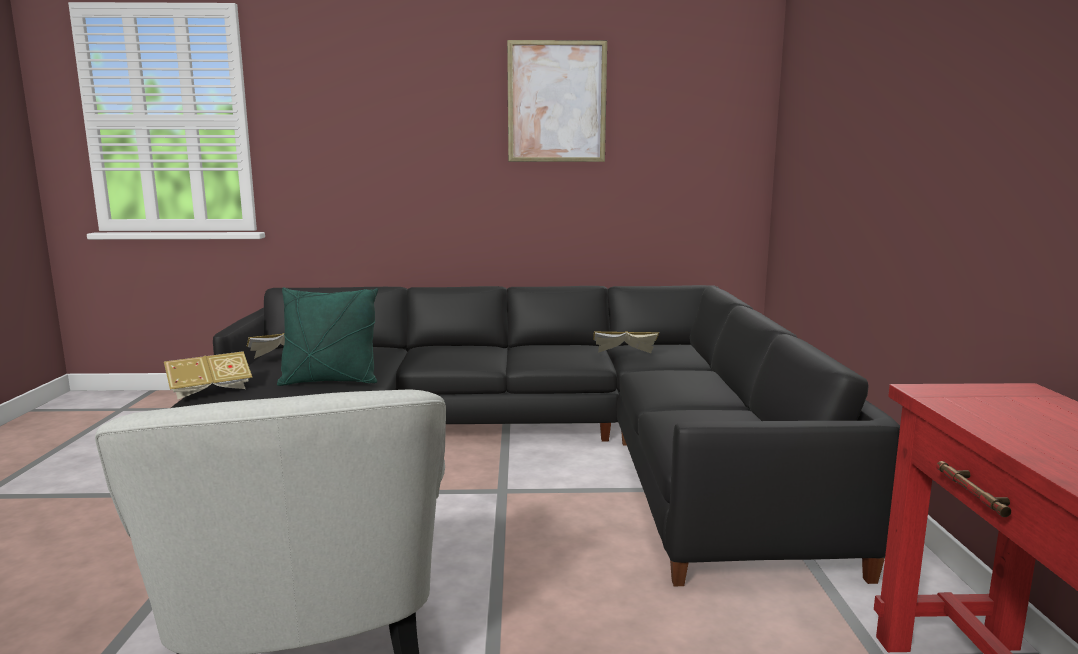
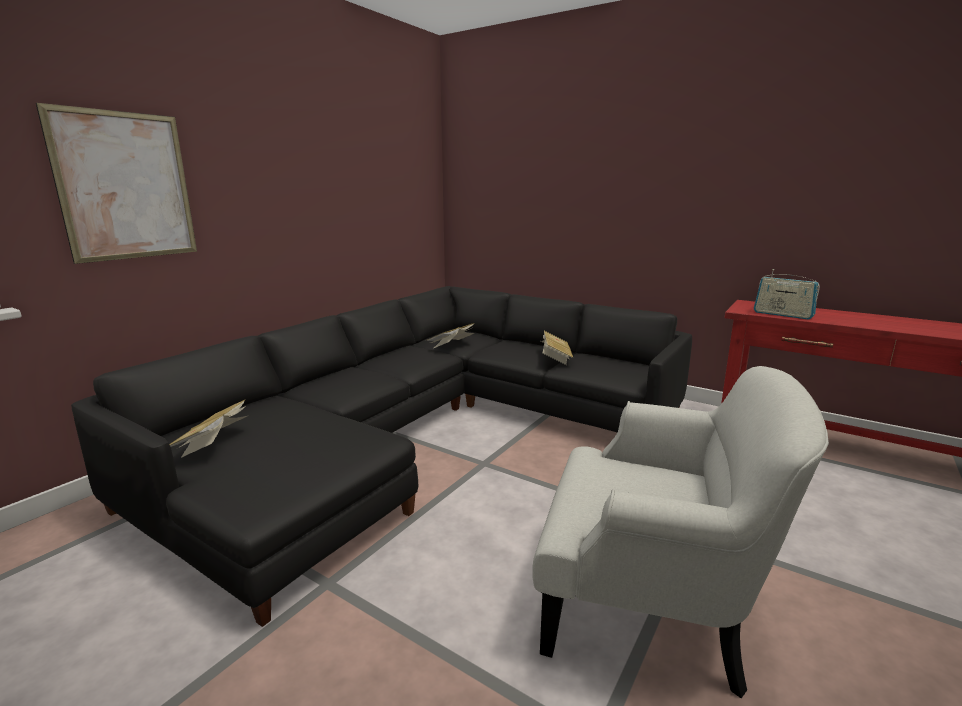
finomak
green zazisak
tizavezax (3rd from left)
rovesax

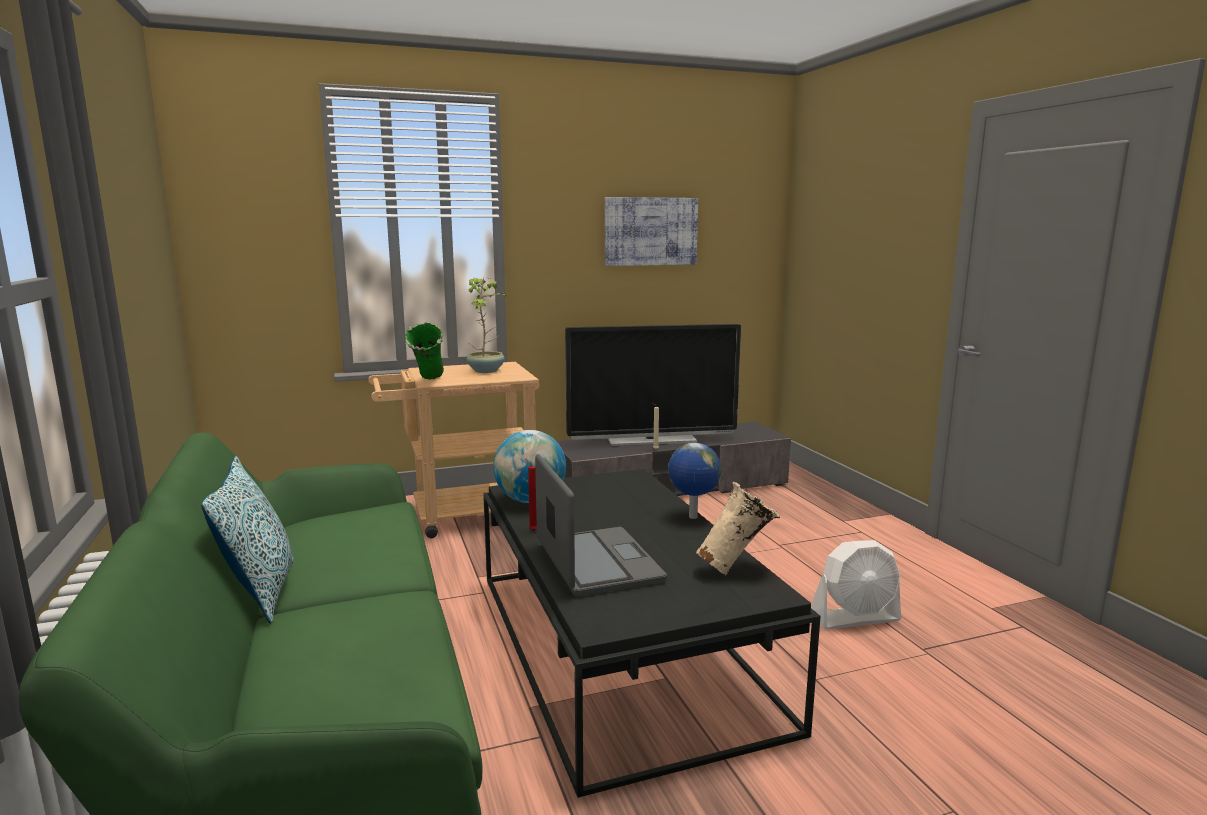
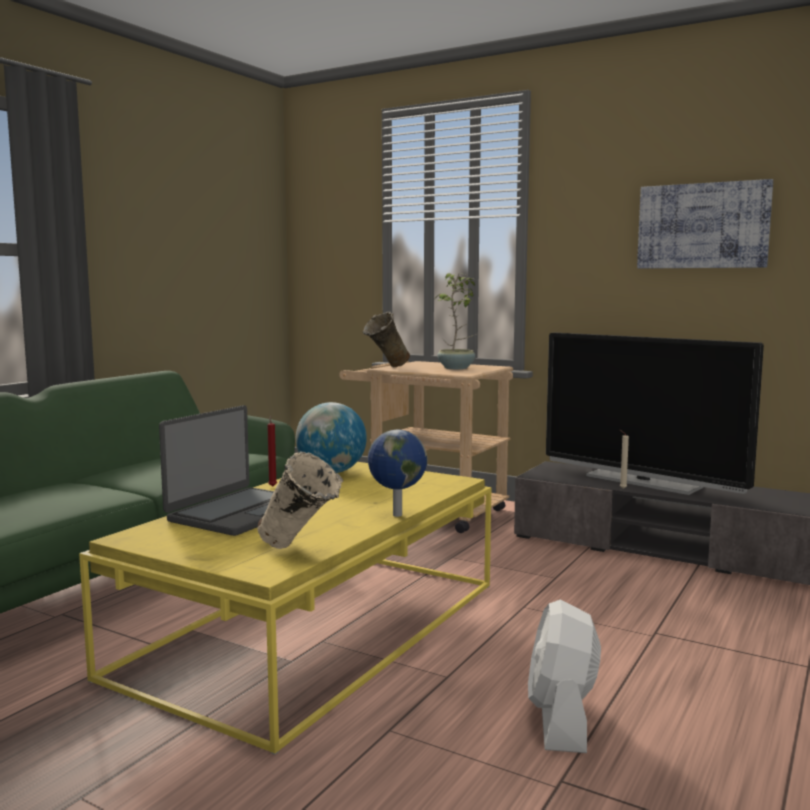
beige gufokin (2nd from left)
zazisak
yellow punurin
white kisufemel

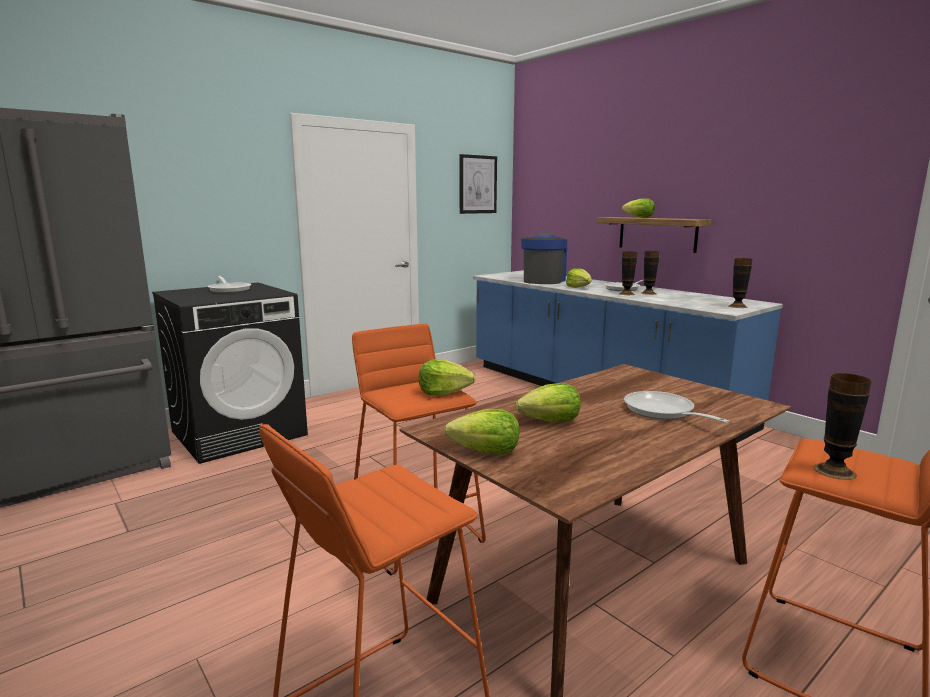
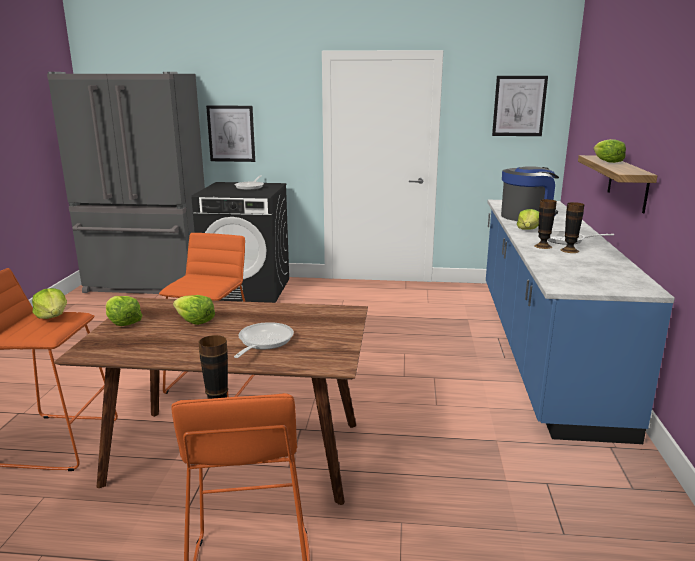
gufokin (3rd from left in the first image)
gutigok (1st from left)
finomak (1st from left)

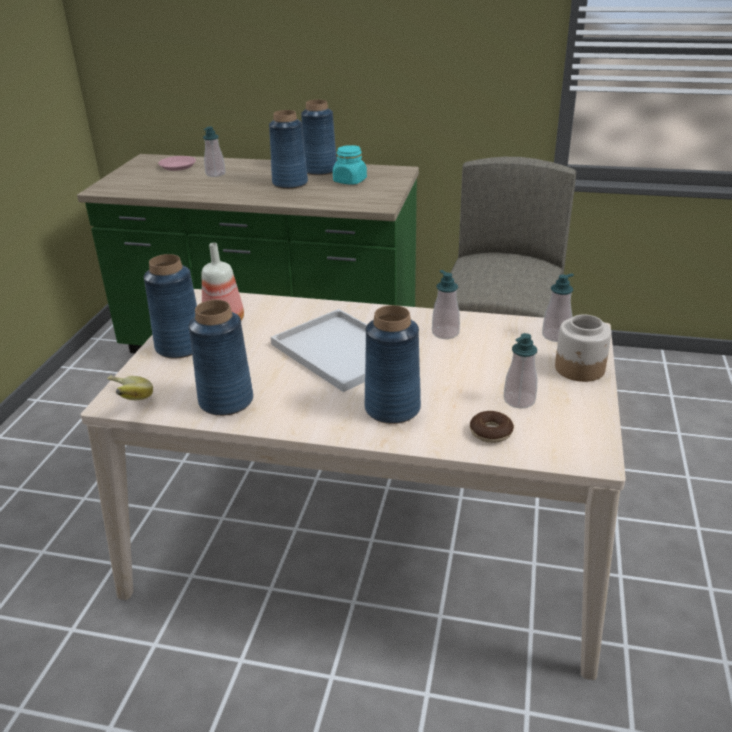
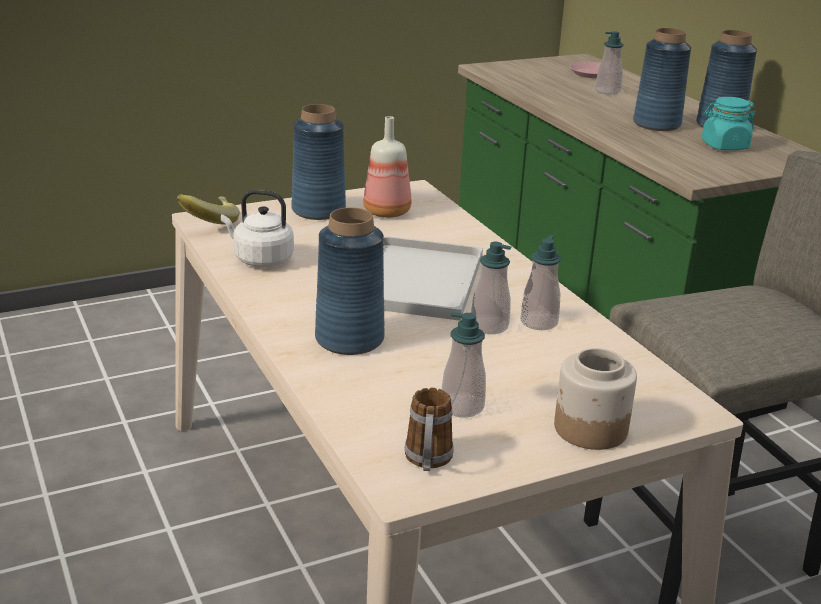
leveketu (2nd from left)
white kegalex
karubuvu
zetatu

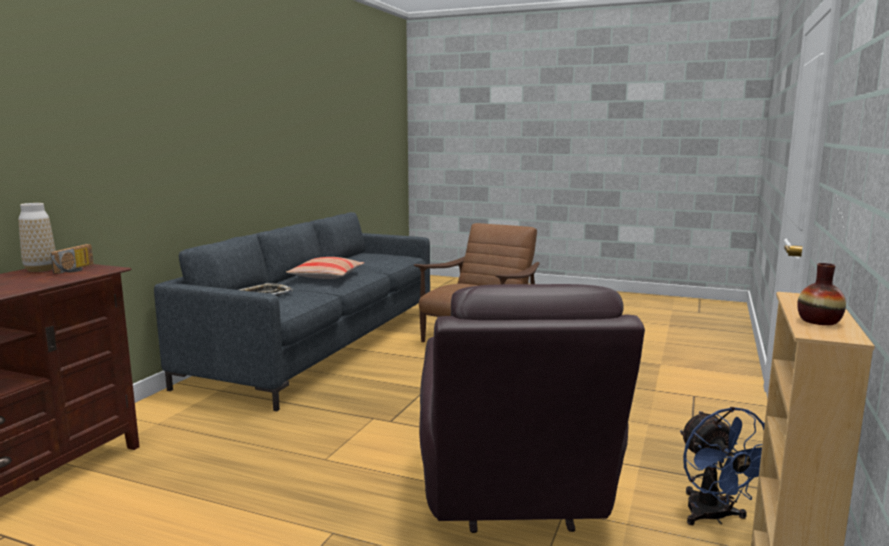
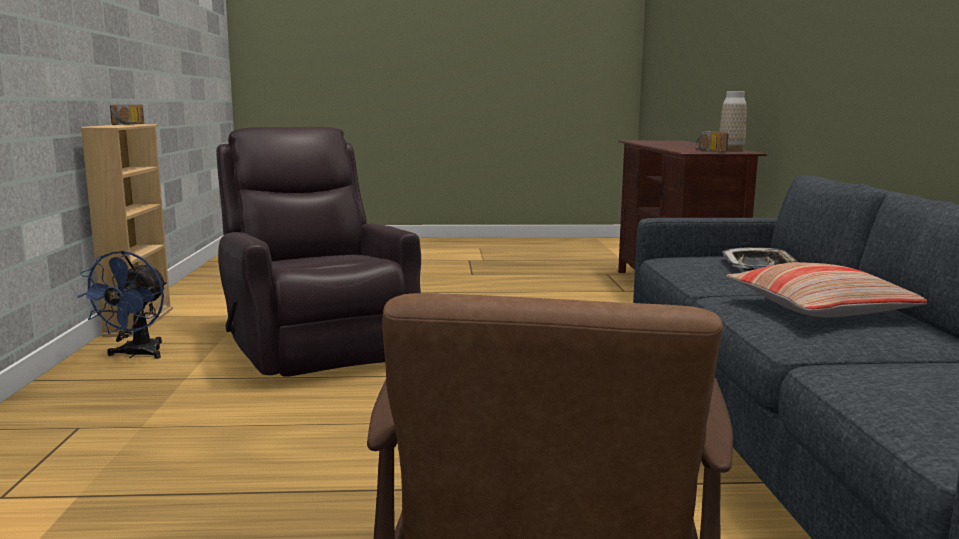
rovesax (1st from left)
blue kisufemel

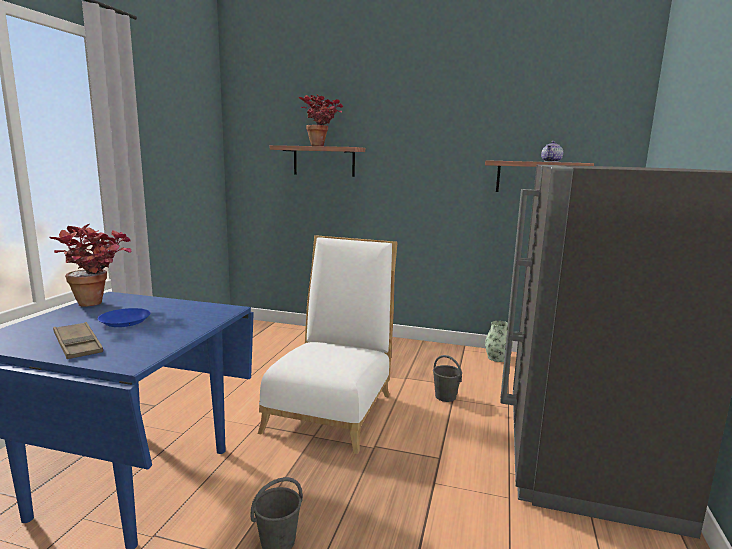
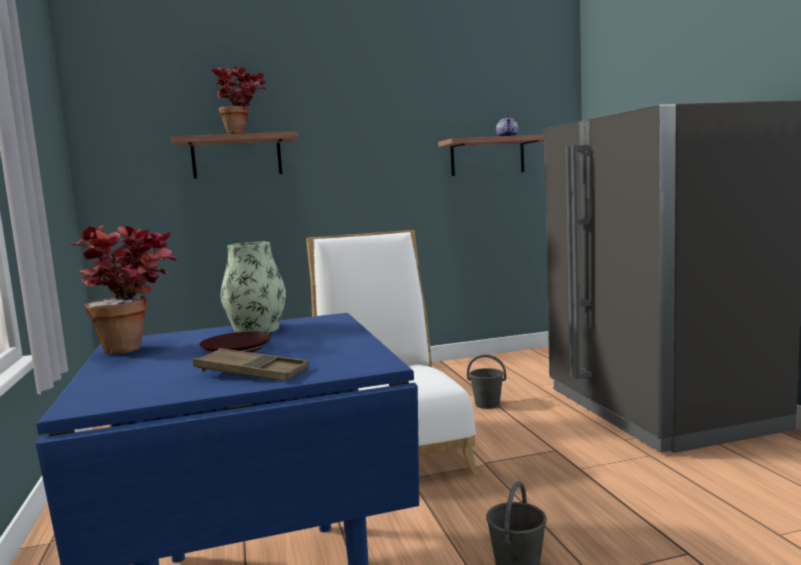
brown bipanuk
gufokin

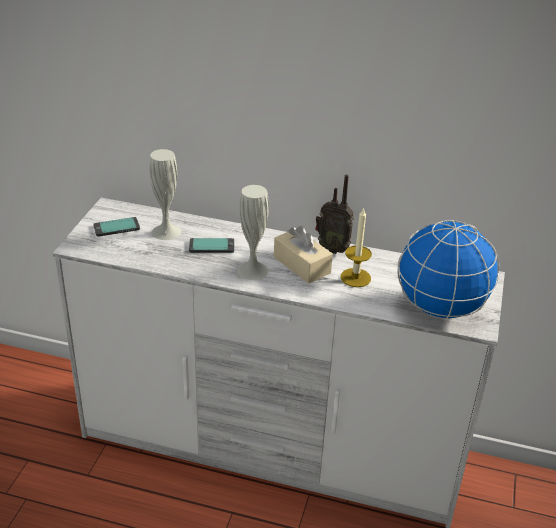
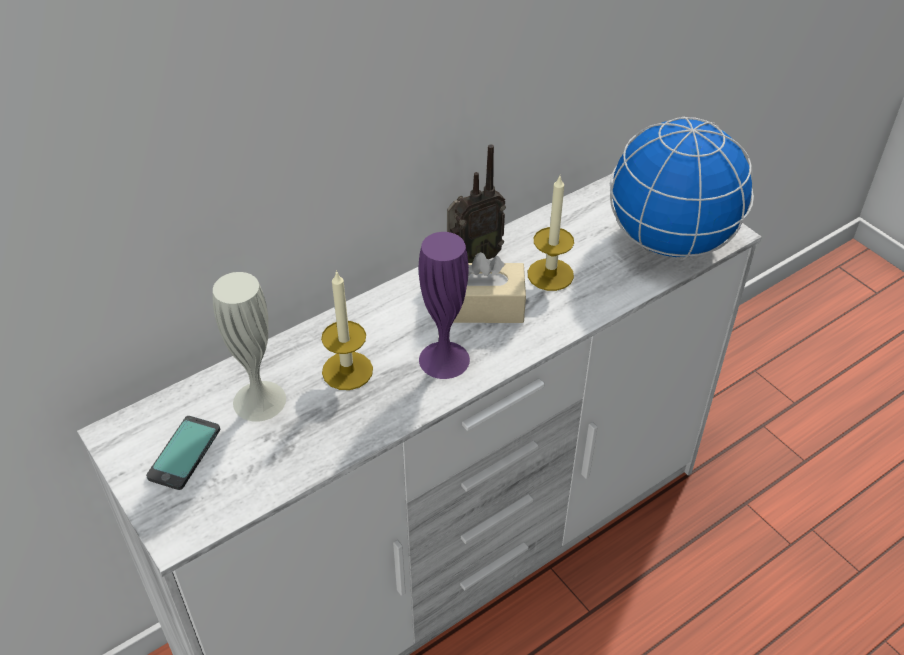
purple gufokin
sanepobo (1st from left)

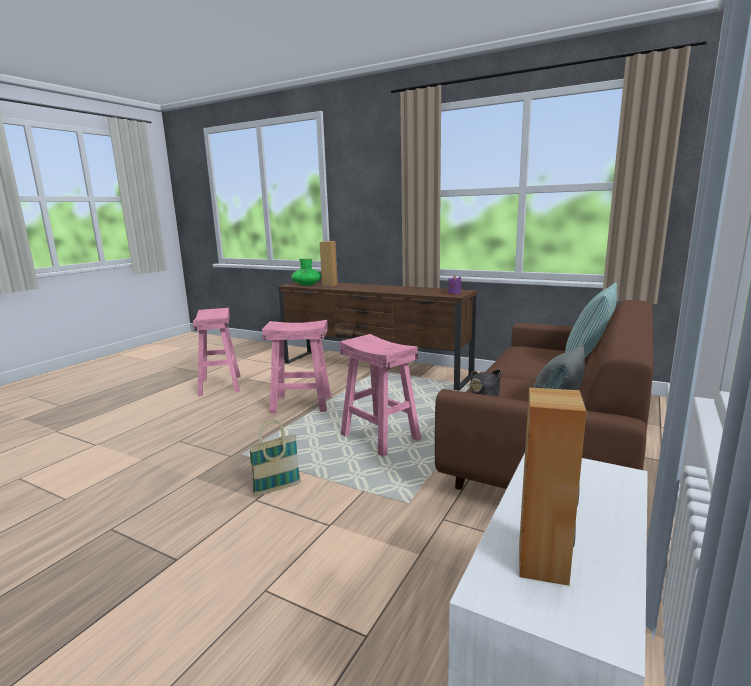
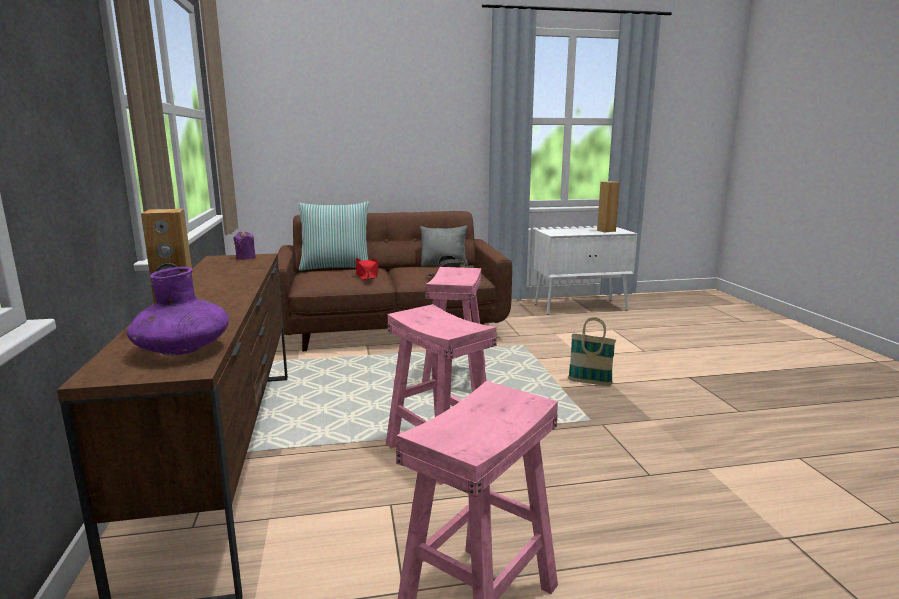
purple gufokin
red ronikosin

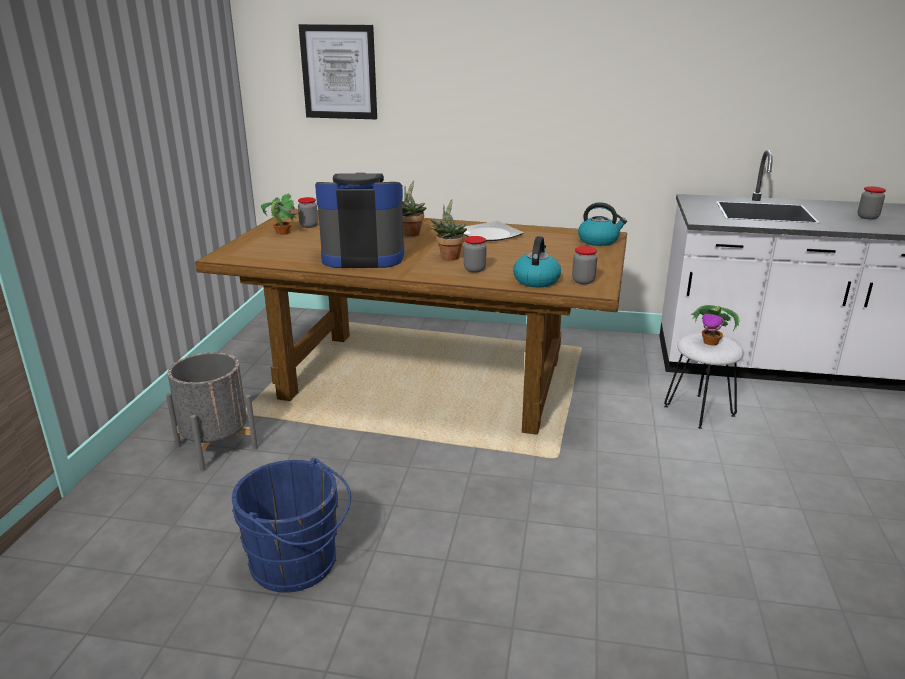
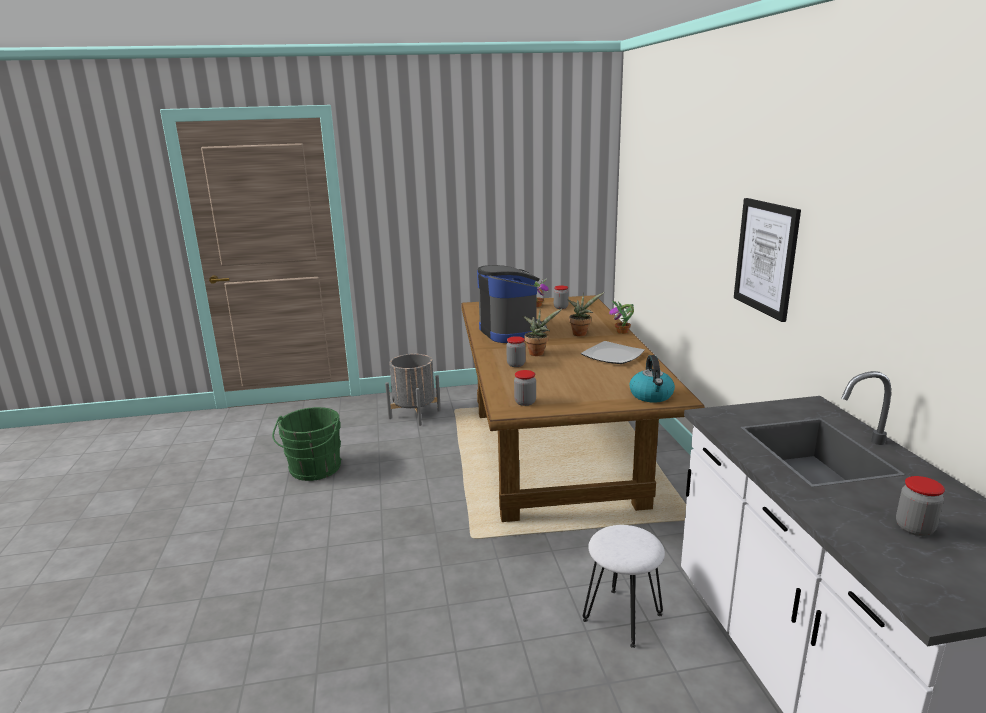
finomak
kegalex (1st from left in the first image)
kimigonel (4th from left)
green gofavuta

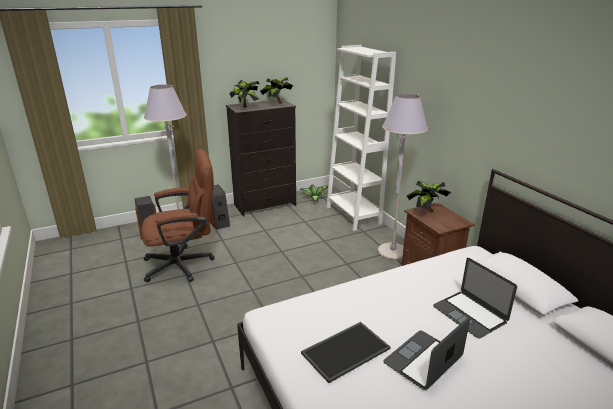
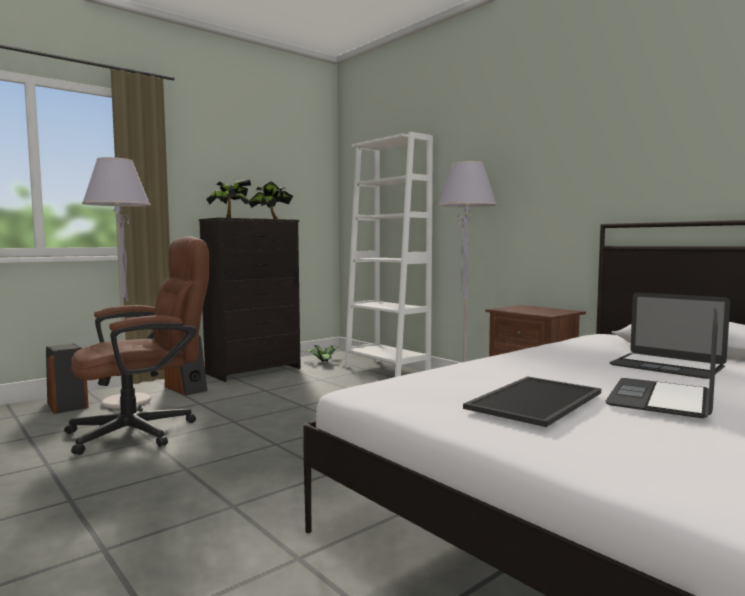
kimigonel (4th from left in the first image)

